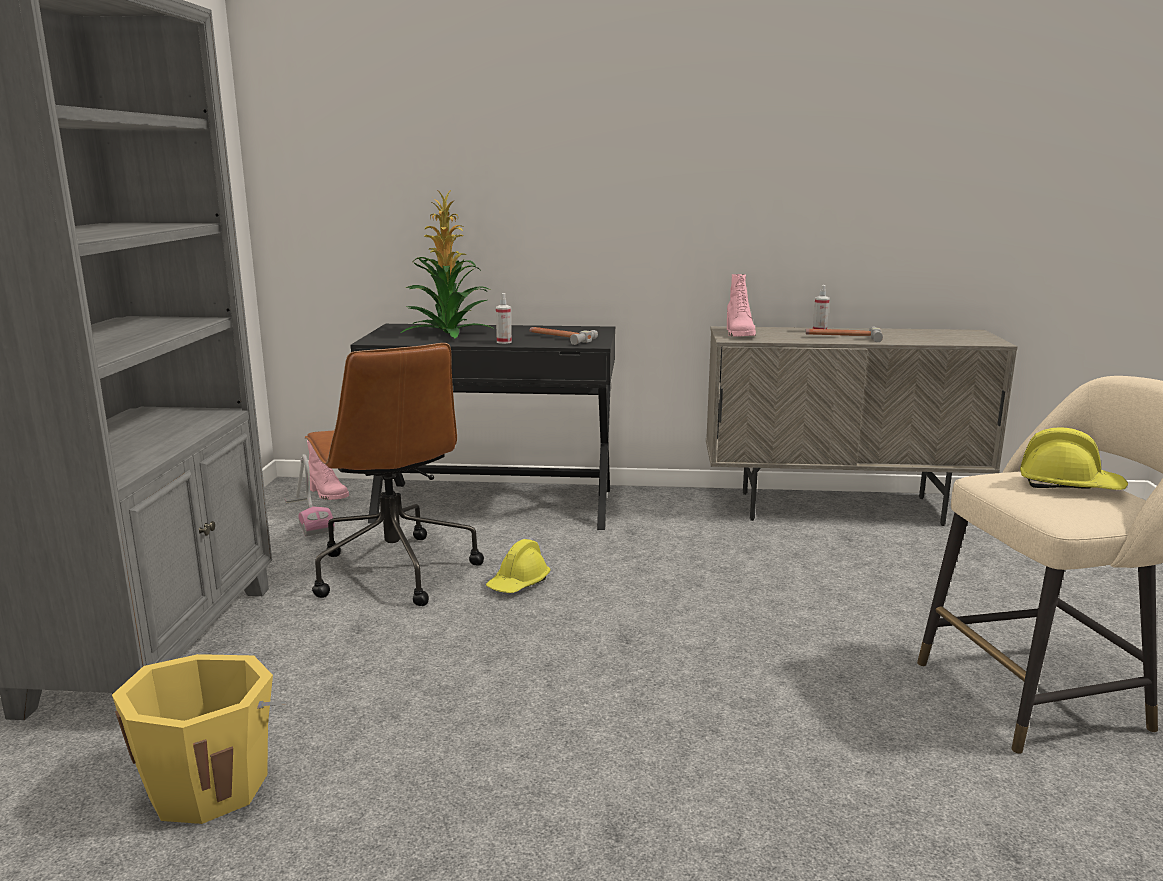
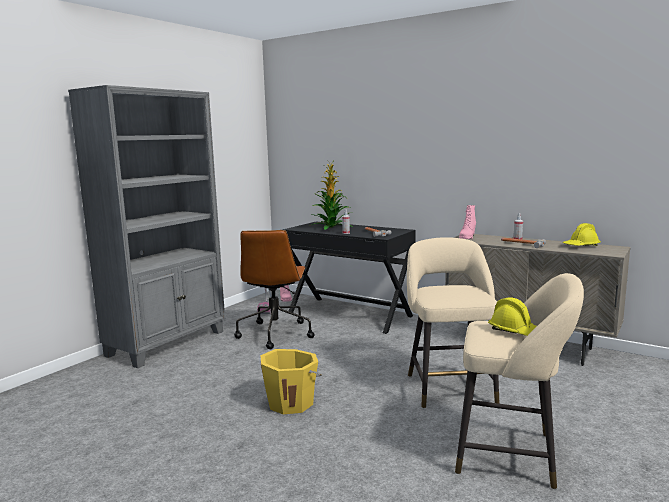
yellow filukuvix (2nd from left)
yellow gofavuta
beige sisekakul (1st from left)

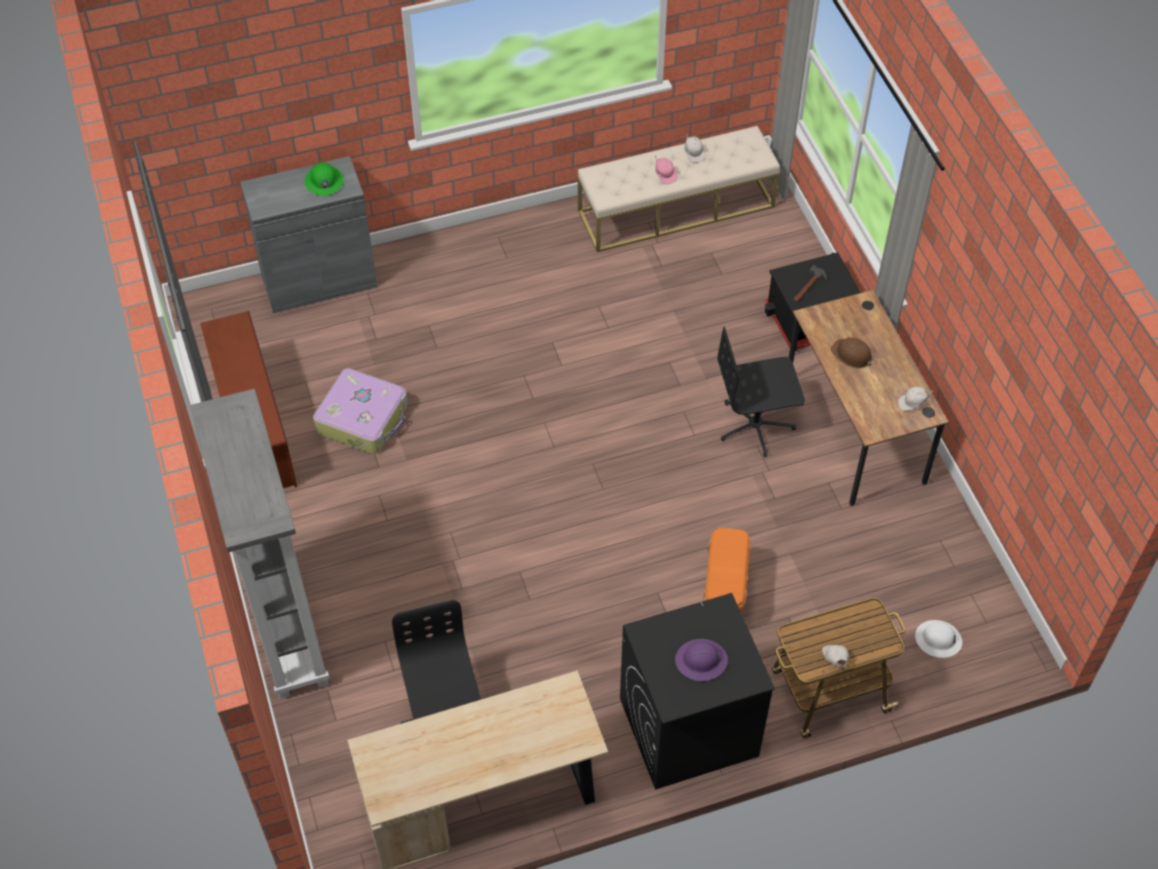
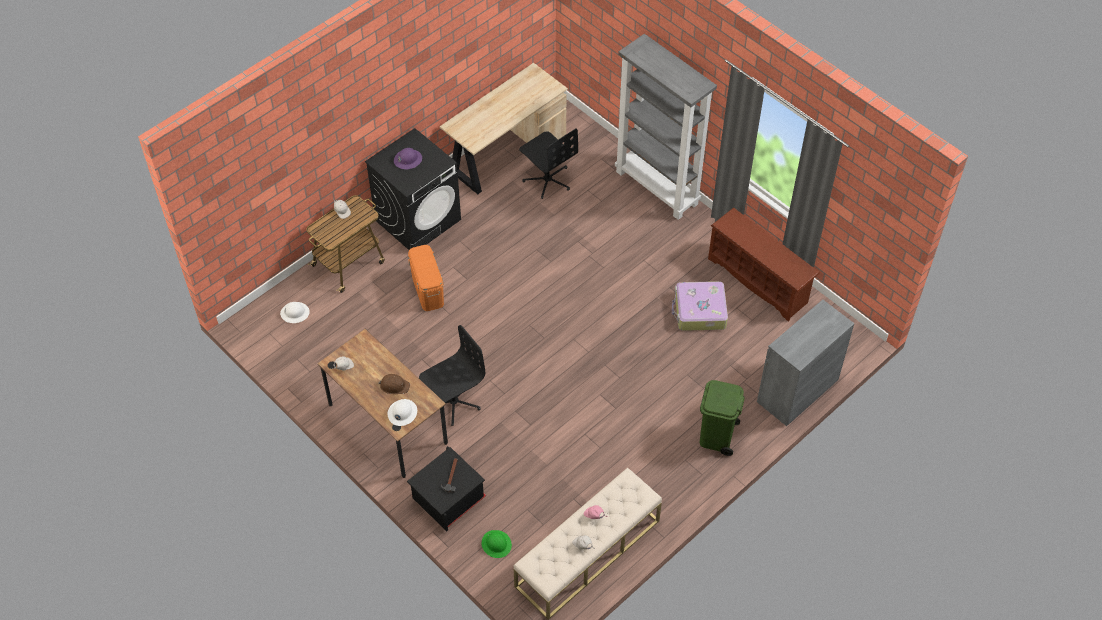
green filukuvix
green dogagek
white filukuvix (2nd from left)

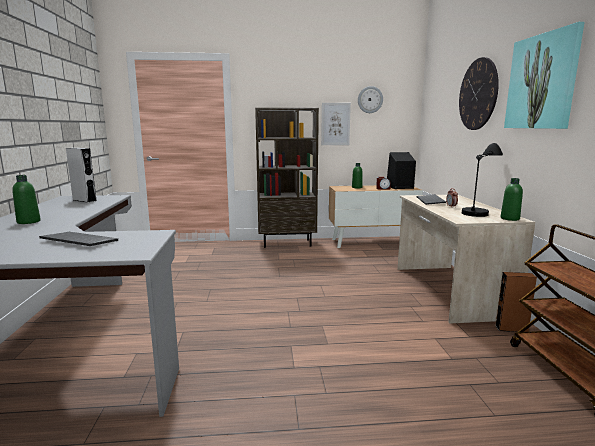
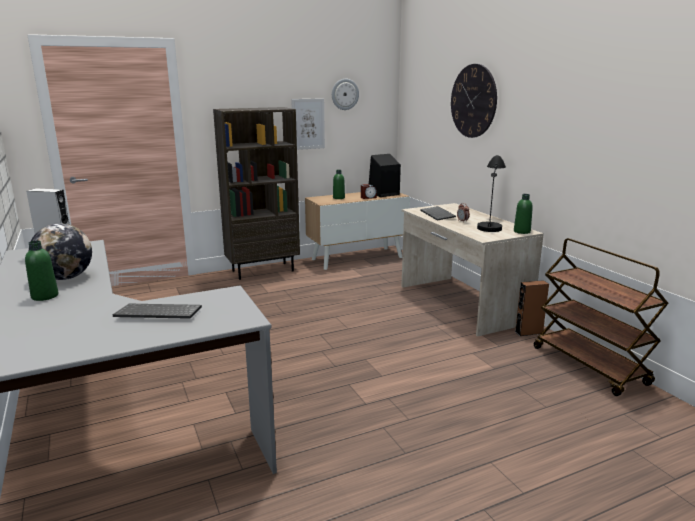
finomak (2nd from left in the first image)
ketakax

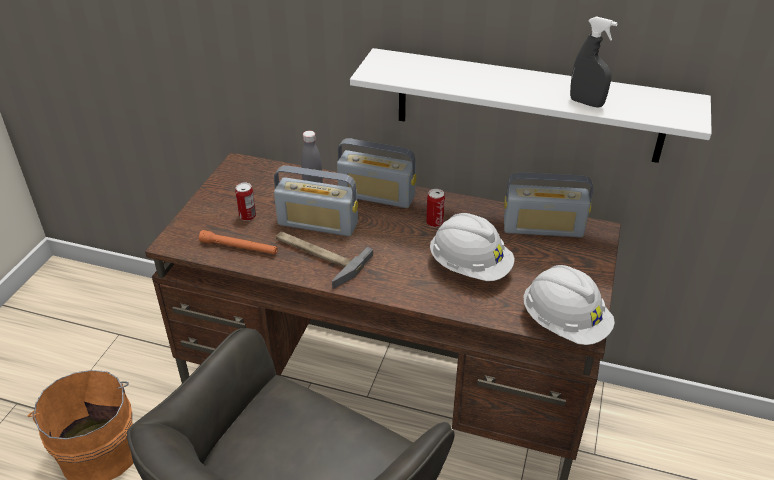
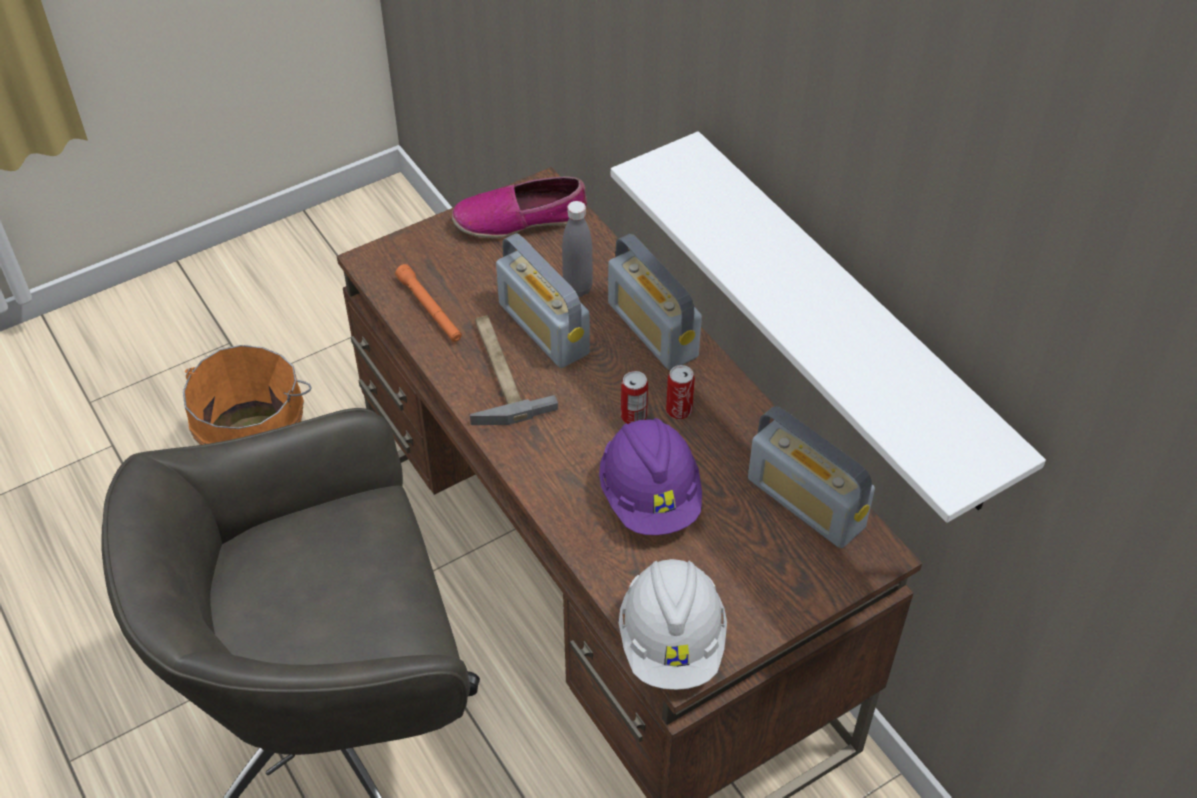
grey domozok
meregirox (1st from left)
purple filukuvix
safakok

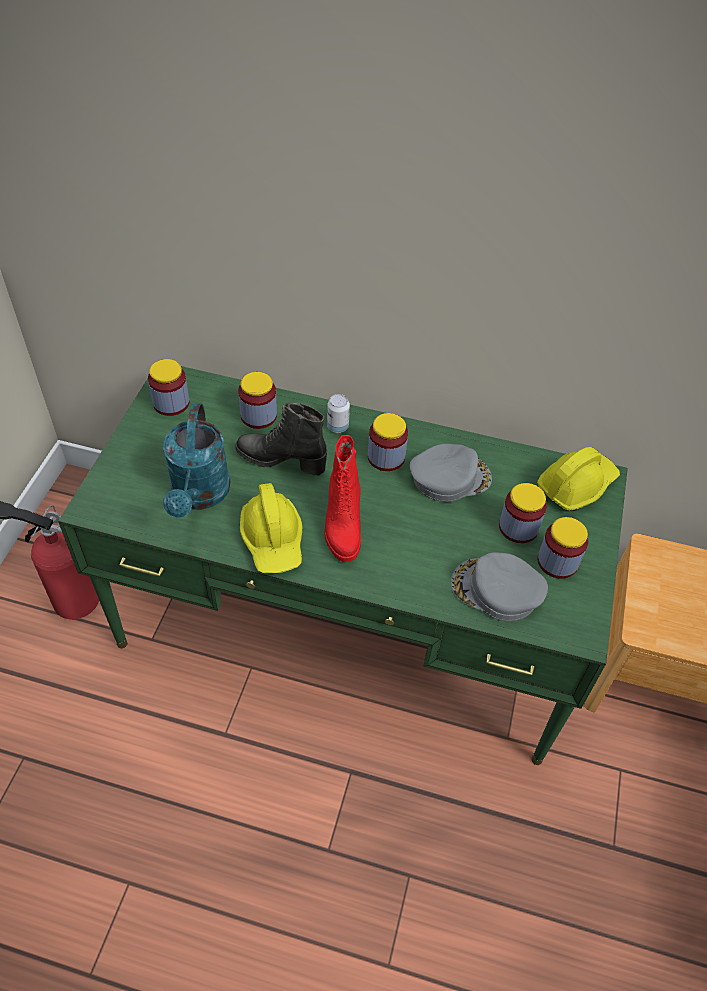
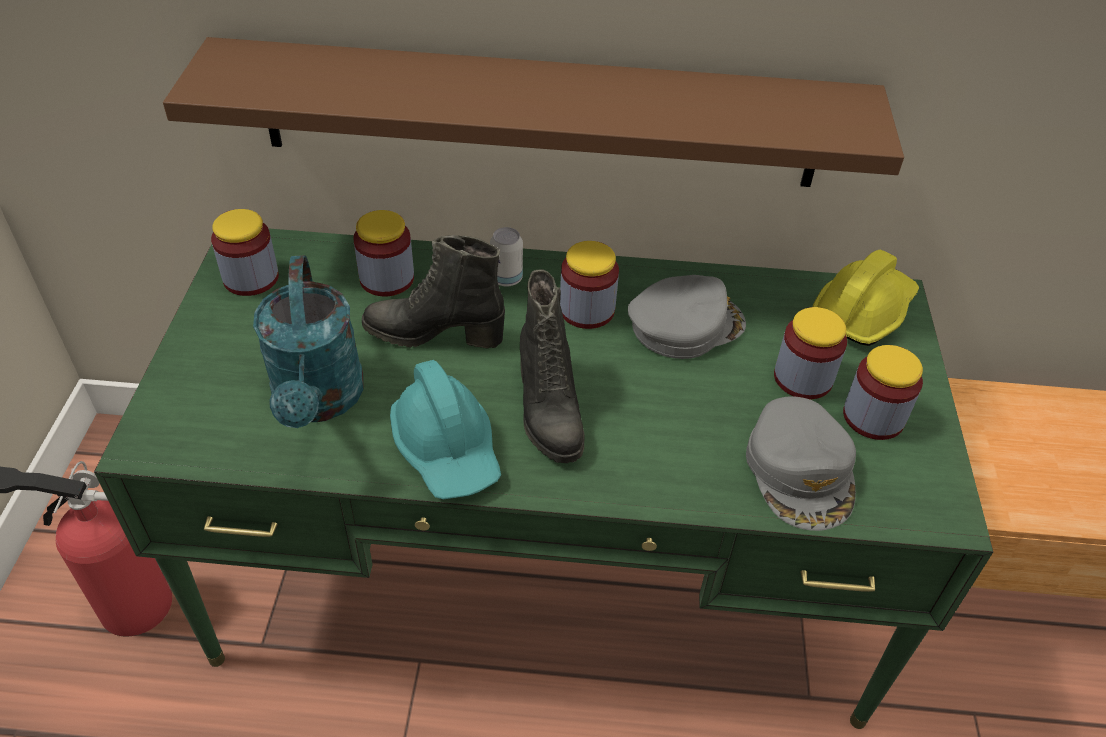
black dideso (2nd from left)
turquoise filukuvix
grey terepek (2nd from left)
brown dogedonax

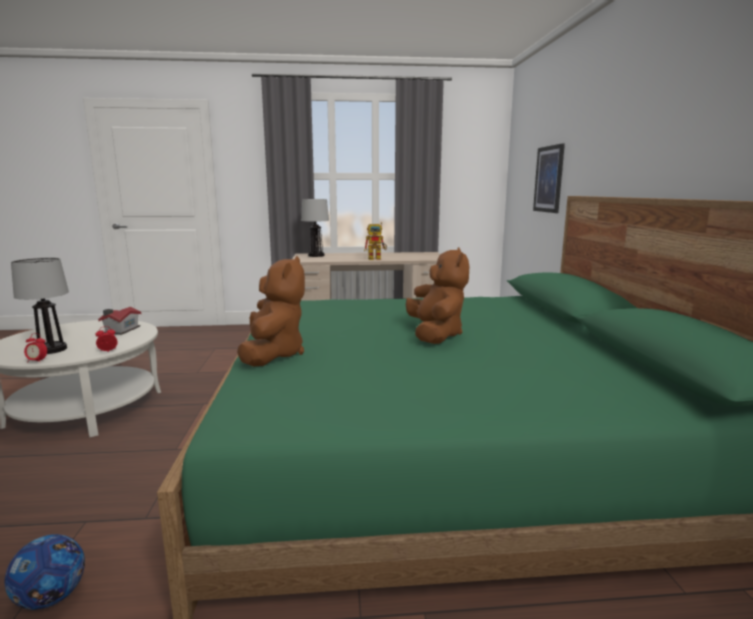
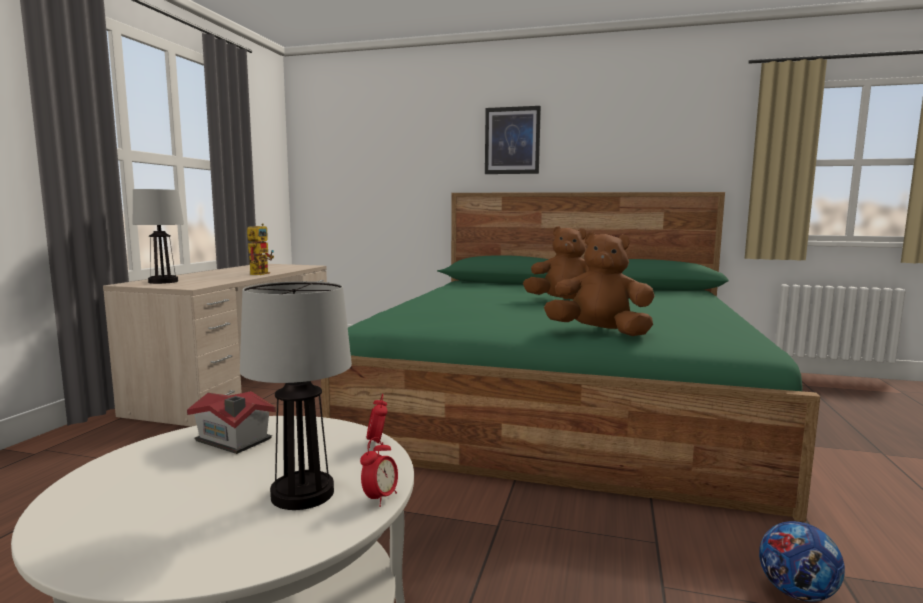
finomak

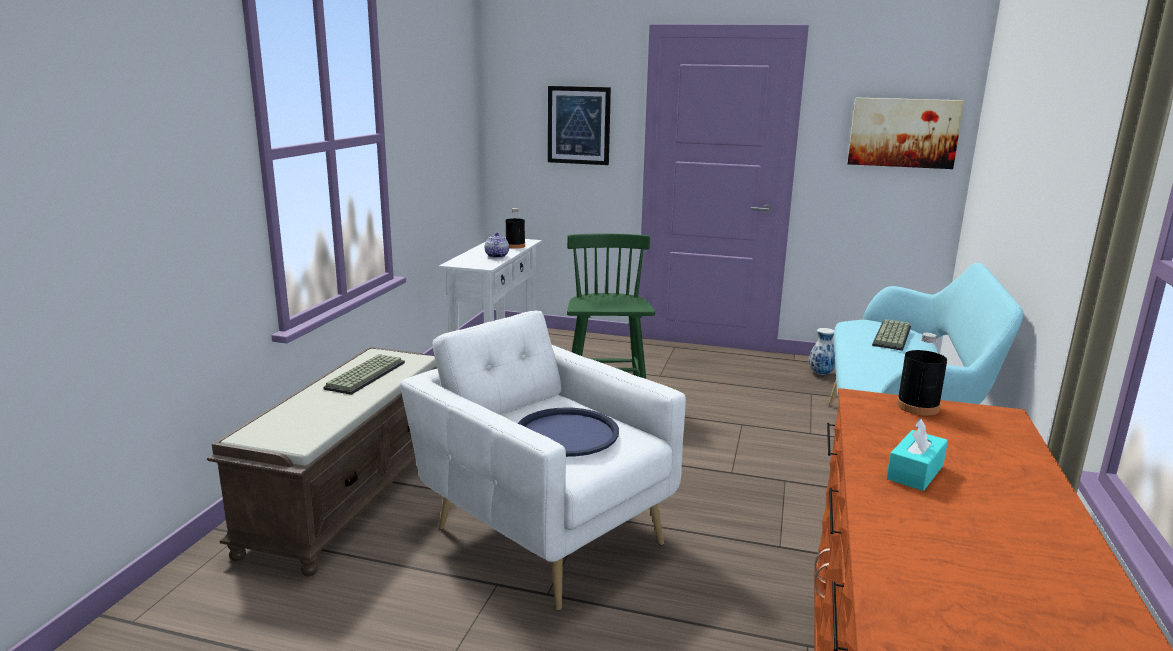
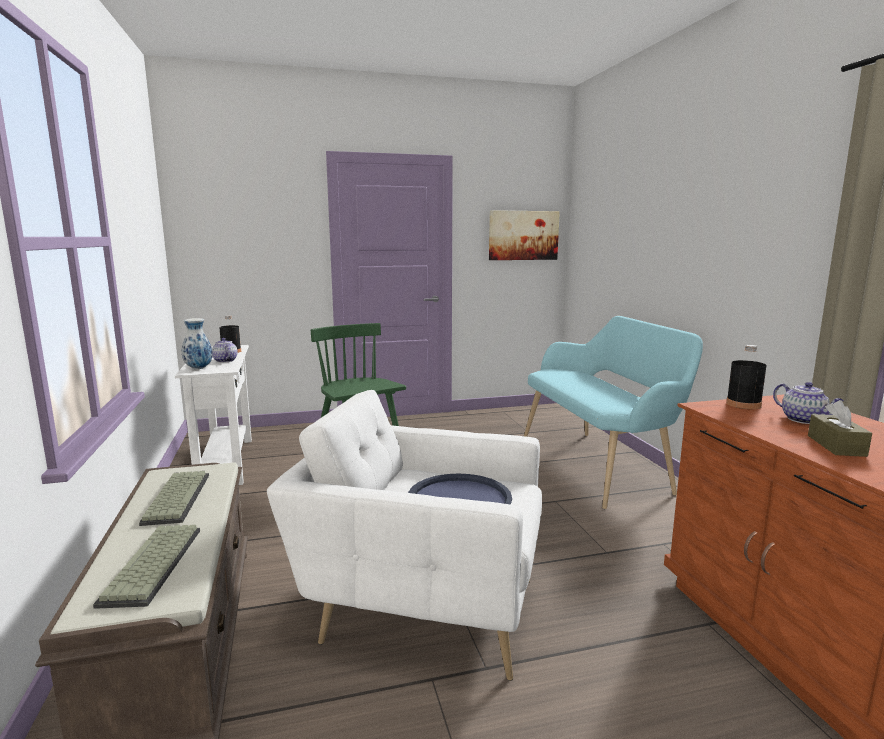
finomak (1st from left in the first image)
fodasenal (1st from left)
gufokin
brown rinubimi
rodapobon (2nd from left)

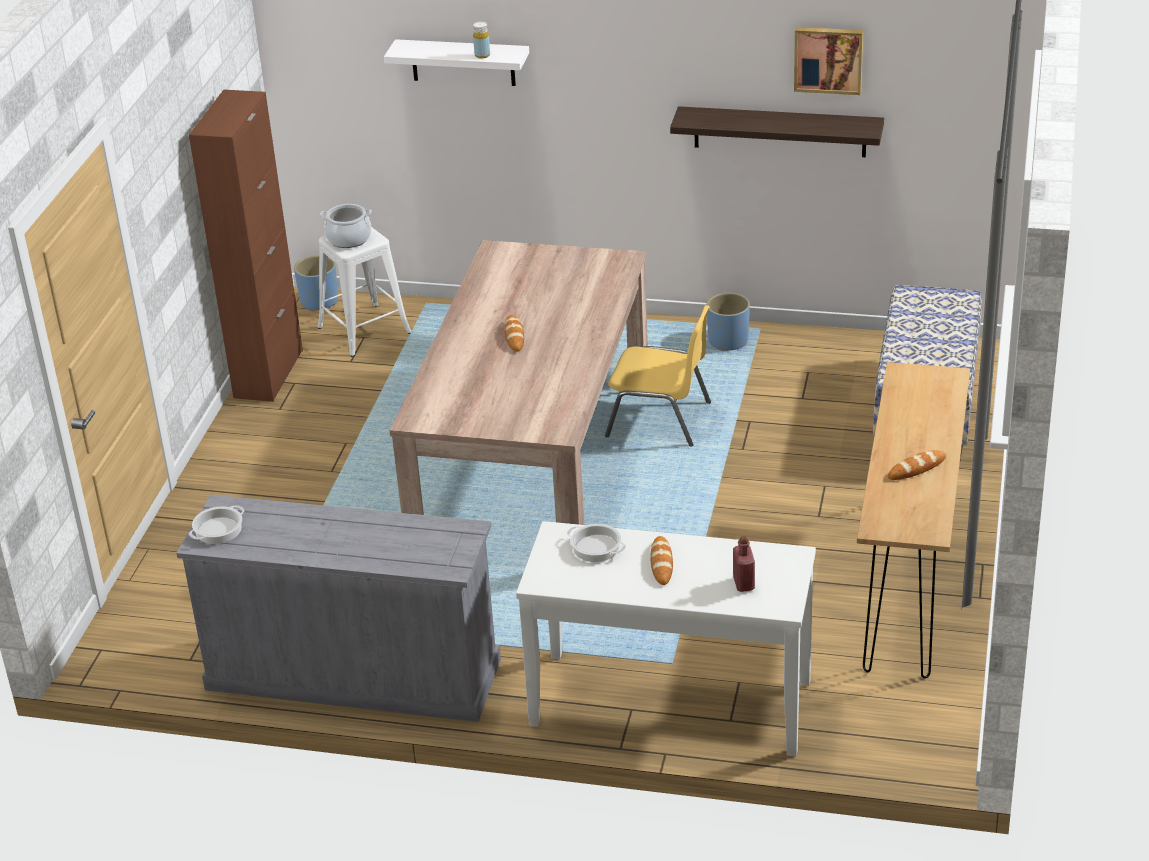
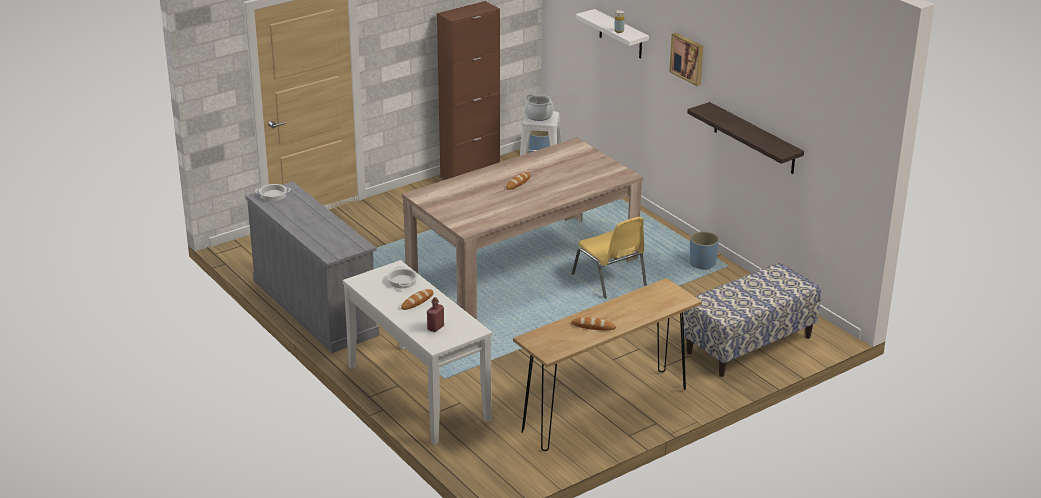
finomak

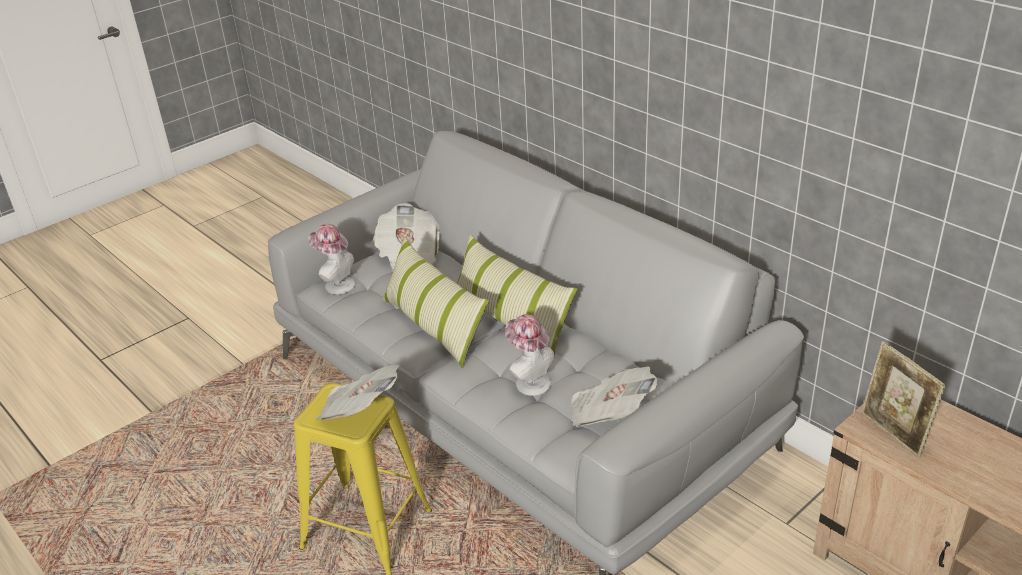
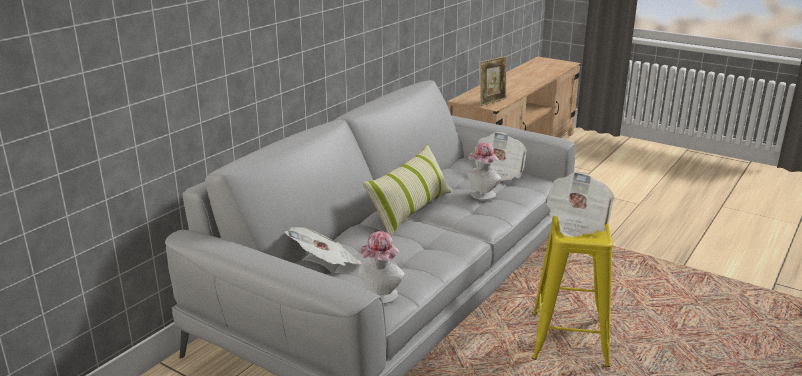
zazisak (1st from left in the first image)

